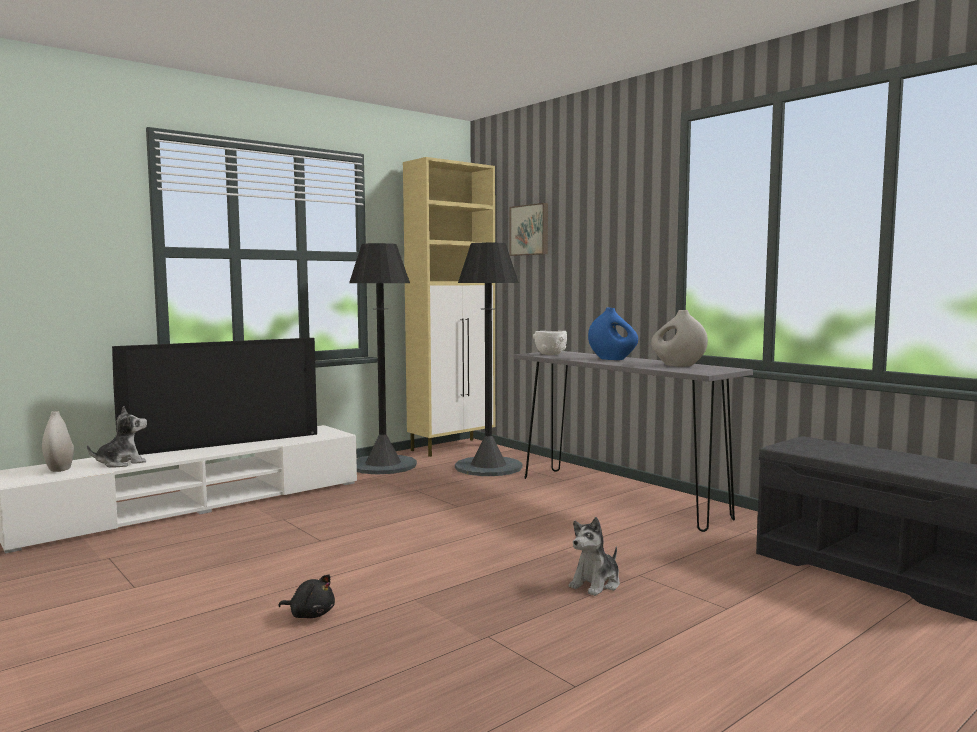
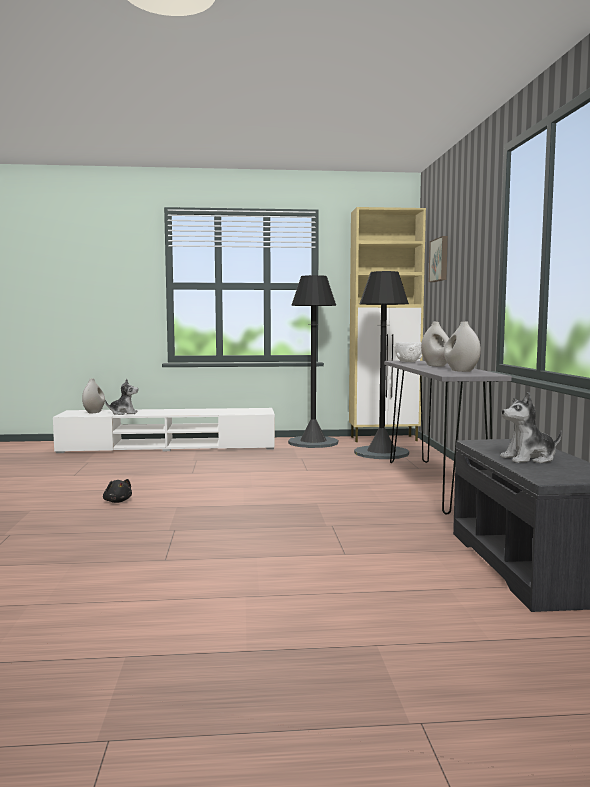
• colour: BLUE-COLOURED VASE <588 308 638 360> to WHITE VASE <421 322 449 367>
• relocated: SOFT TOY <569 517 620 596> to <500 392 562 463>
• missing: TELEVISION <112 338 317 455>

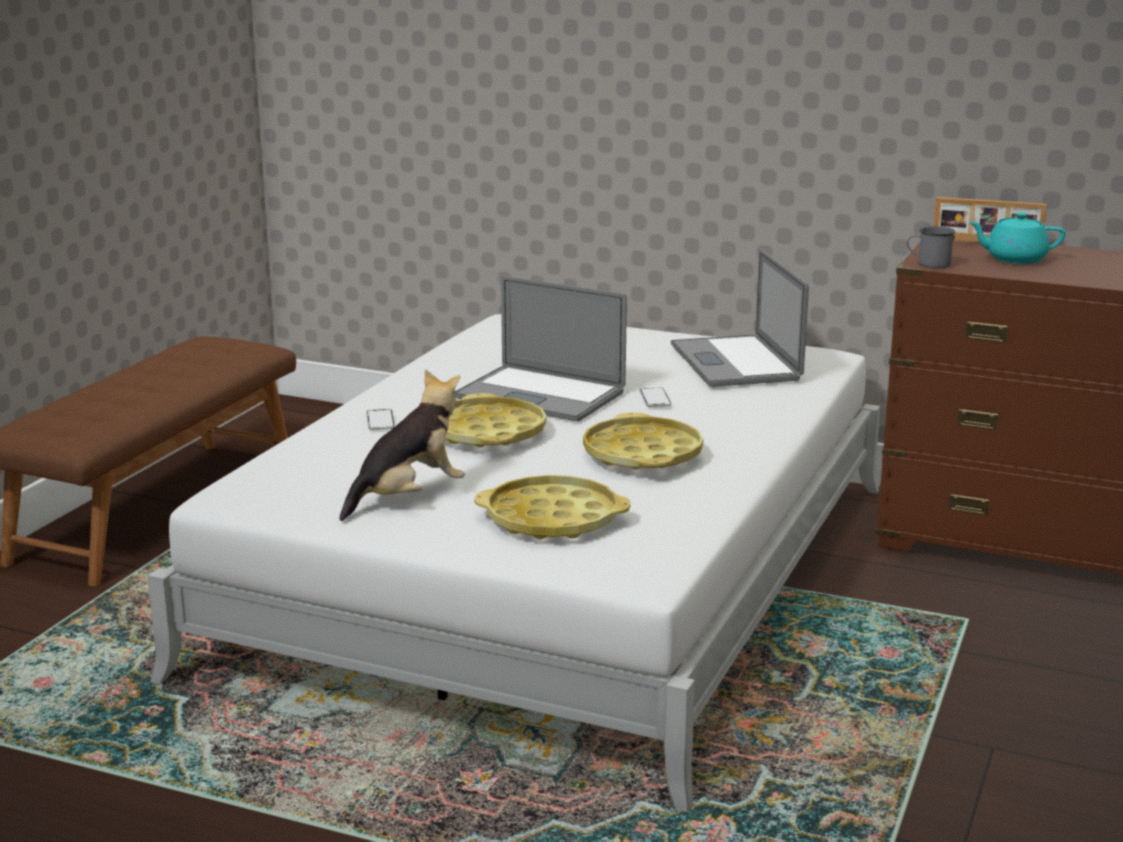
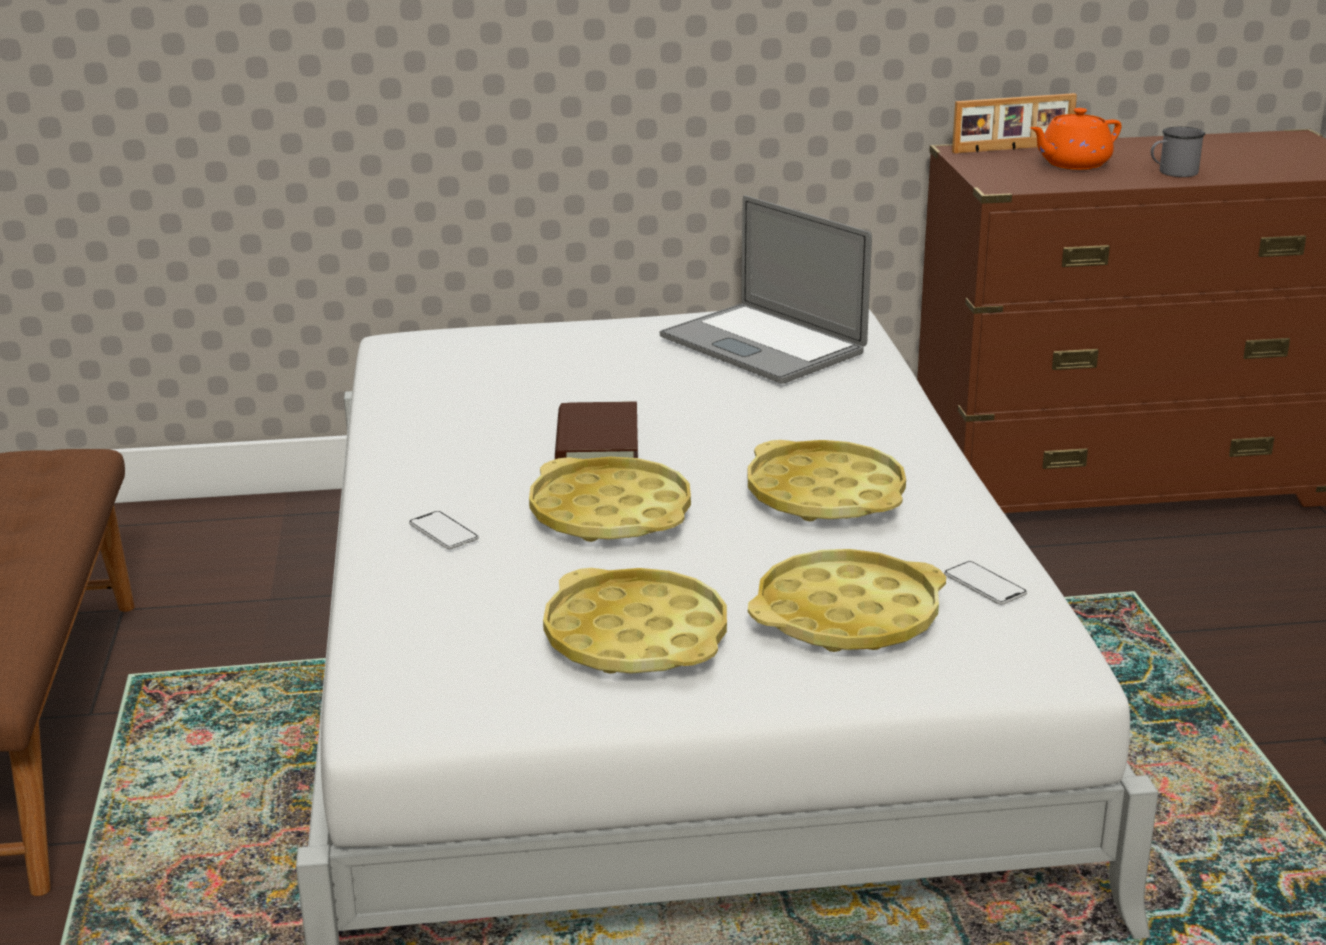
• exchanged: SOFT TOY <339 369 465 521> to YELLOW-COLOURED TRAY <543 568 727 674>
• exchanged: LAPTOP <455 276 627 422> to BROWN-COLOURED VOLUME <555 401 638 459>
• relocated: HANDSET <639 388 672 407> to <944 561 1027 605>
• colour: BLUE-GREEN TEA POT <968 212 1066 264> to ORANGE TEA POT <1030 108 1122 170>
• relocated: GRAY TEA MUG <907 226 955 268> to <1151 127 1205 177>

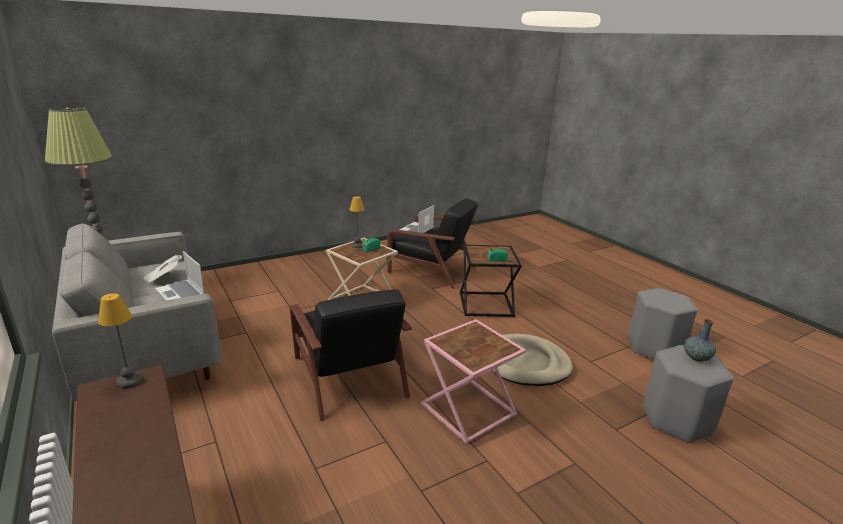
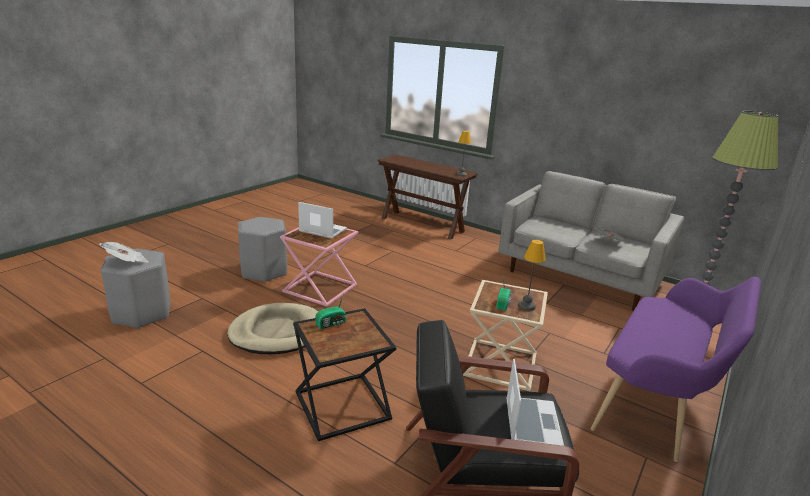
• exchanged: VASE <684 319 716 362> to NEWSPAPER <99 242 149 263>
• relocated: GRAY STOOL <628 288 698 360> to <238 217 287 283>
• relocated: LAPTOP <155 251 205 300> to <298 202 347 239>
• appeared: PURPLE-COLOURED BENCH <590 277 761 462>
• missing: BLACK ARMCHAIR <290 290 412 421>

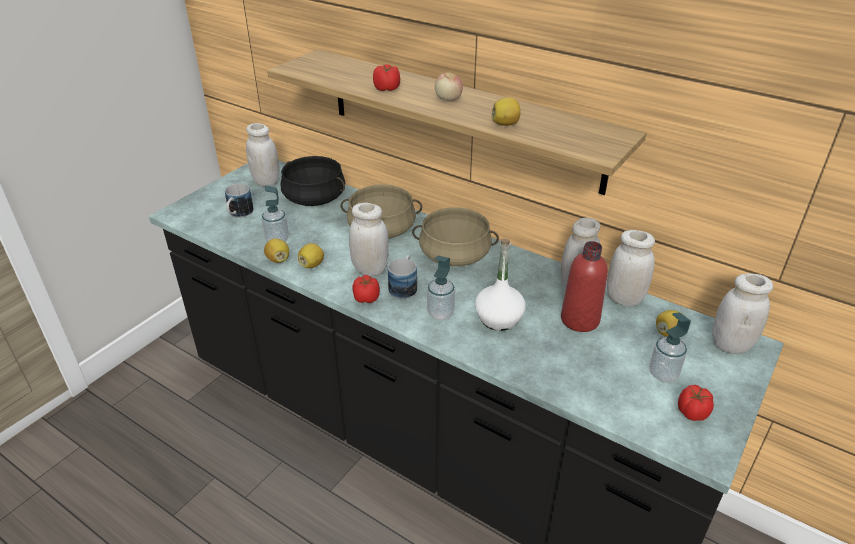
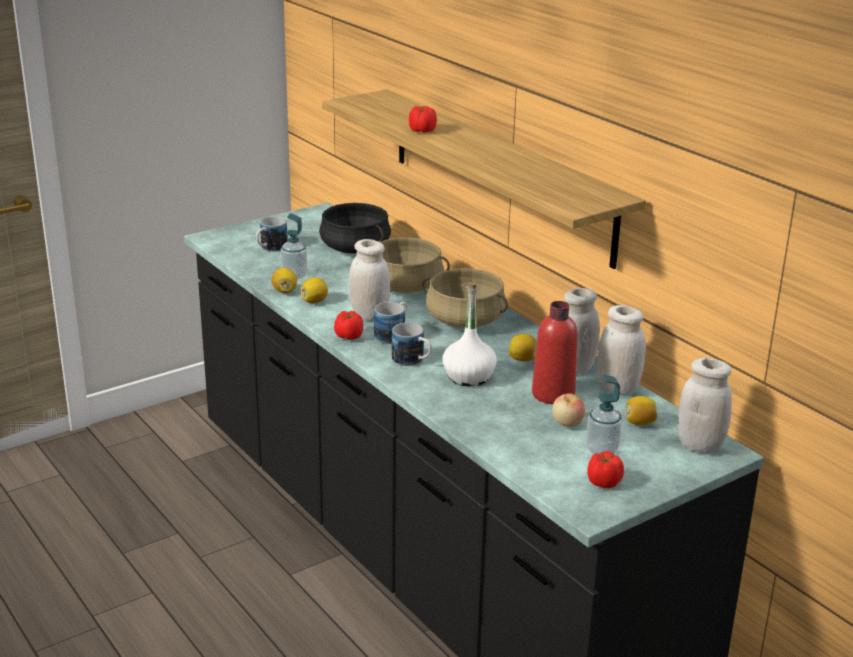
• exchanged: SOAP DISPENSER <427 256 455 320> to TEA MUG <392 323 432 366>
• relocated: LEMON <491 97 521 126> to <509 334 537 361>
• relocated: APPLE <435 72 463 101> to <552 393 585 427>
• missing: WHITE PRESERVE JAR <246 123 279 187>

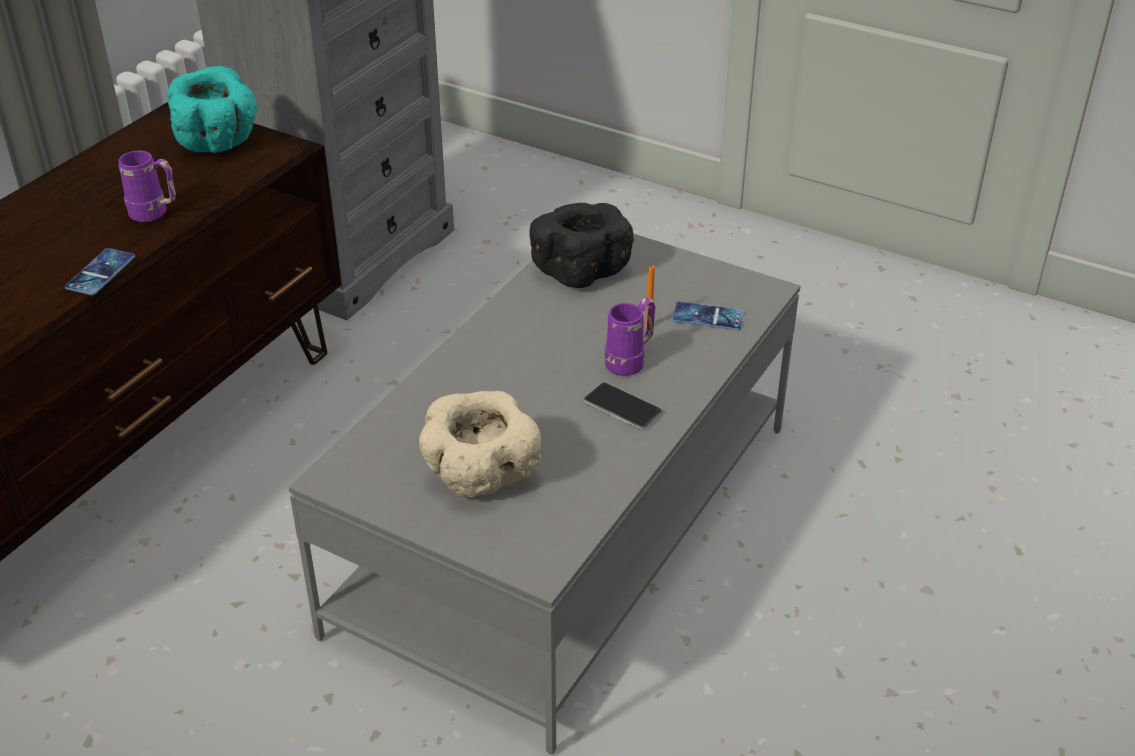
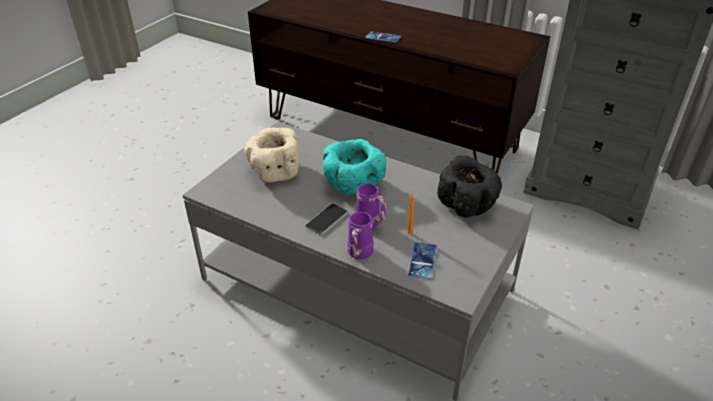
• relocated: BLUE-GREEN BOWL <168 66 257 153> to <322 139 386 195>
• relocated: PURPLE-COLOURED TEA MUG <119 150 176 222> to <347 212 374 259>

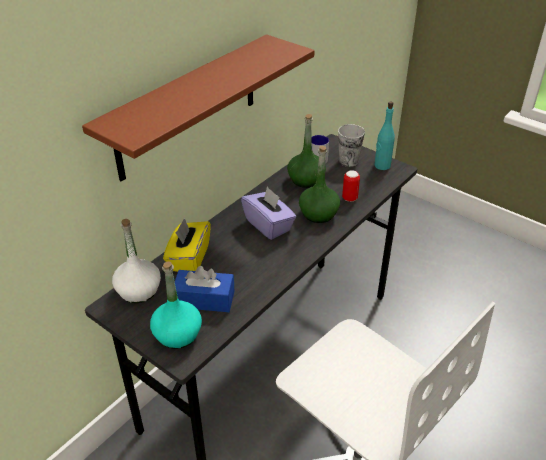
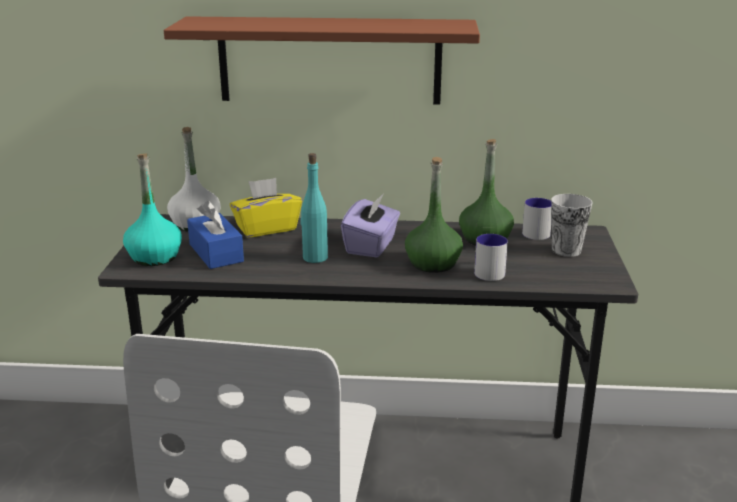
• relocated: BLUE-GREEN BOTTLE <374 101 395 170> to <300 153 328 263>
• exchanged: SEALED CAN <342 170 360 202> to TEA MUG <474 234 508 281>

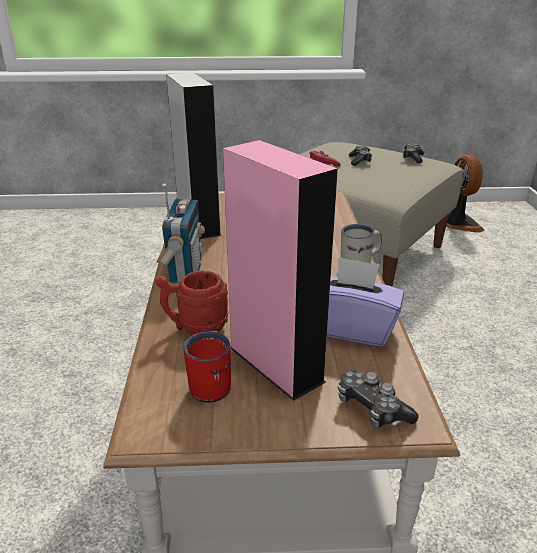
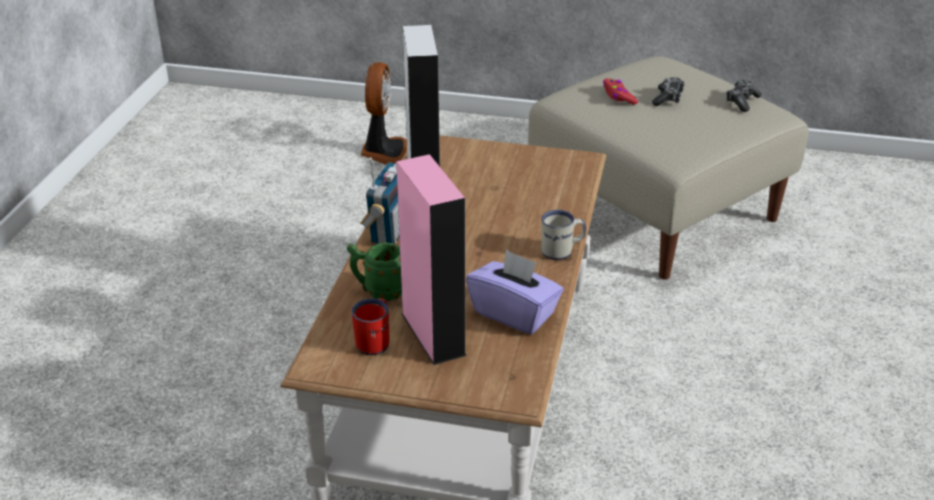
• colour: REDDISH TEA MUG <155 271 228 335> to GREENISH TEA MUG <347 242 402 301>
• relocated: COOLING FAN <446 154 484 232> to <361 62 407 165>
• missing: JOYPAD <338 370 418 428>

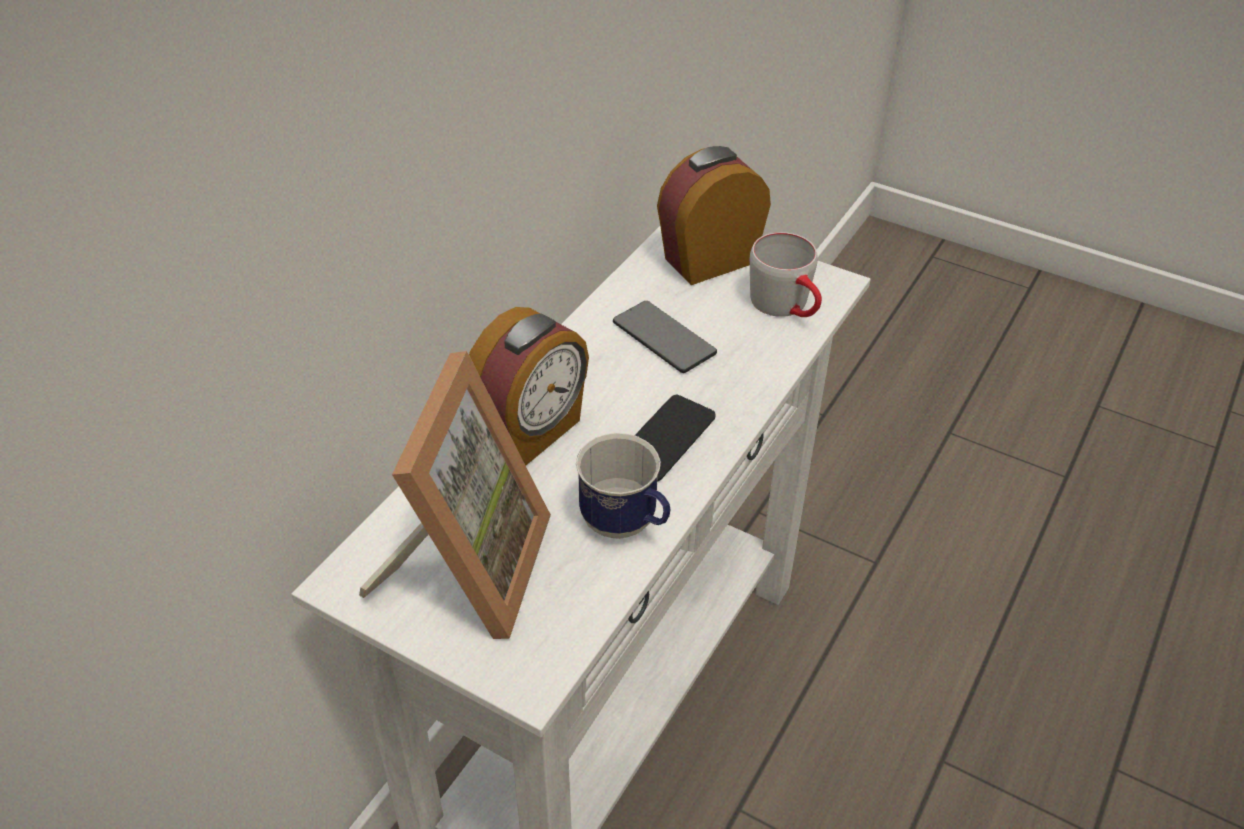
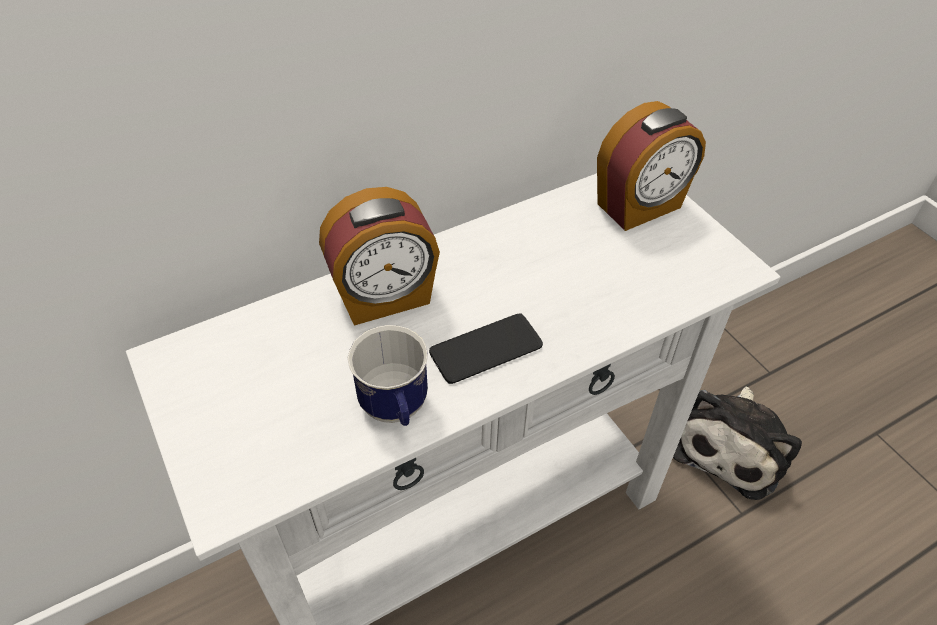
• spun: BEDSIDE CLOCK <657 146 771 285> = <597 101 706 231> 150 degrees clockwise
• appeared: SOFT TOY <673 387 802 500>
• missing: STANDING FRAME <359 351 551 639>
• missing: HANDSET <613 301 717 373>
• missing: GRAY TEA MUG <750 232 822 317>

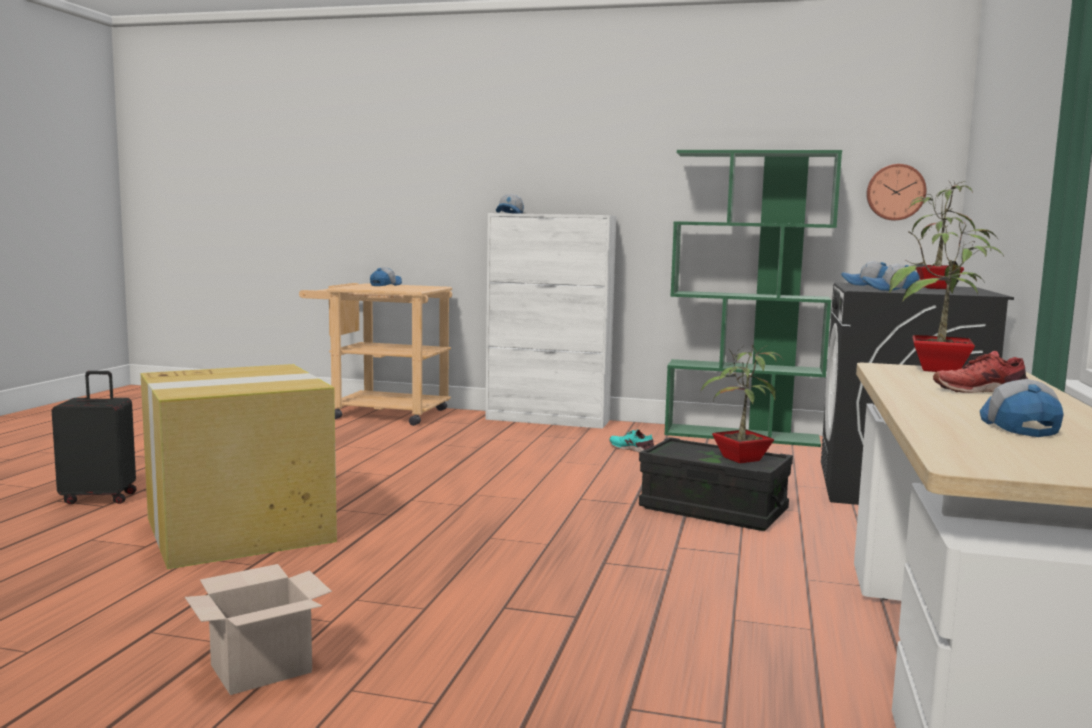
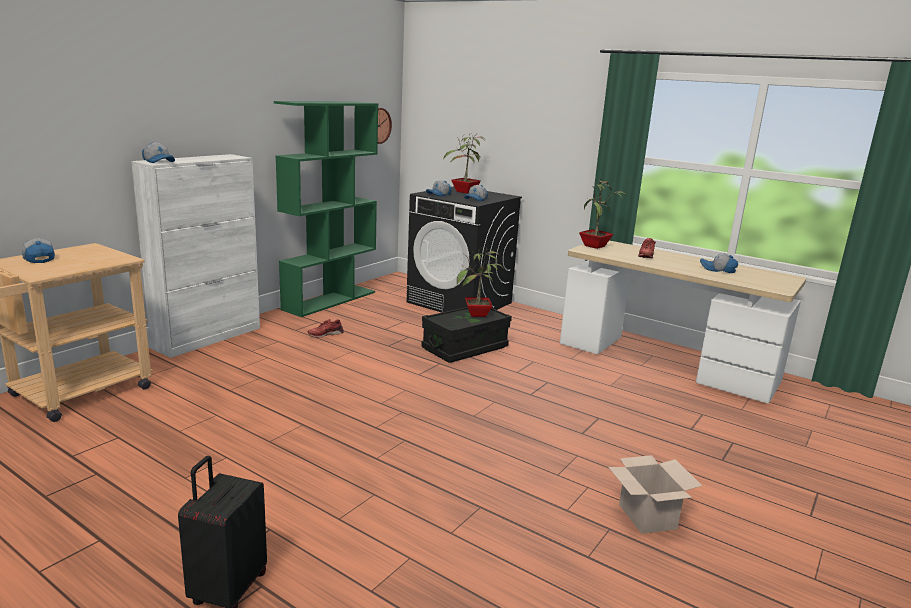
• colour: BLUE-GREEN LOW SHOE <609 429 654 452> to REDDISH LOW SHOE <308 319 344 338>
• missing: CARDBOARD BOX <141 364 337 569>

